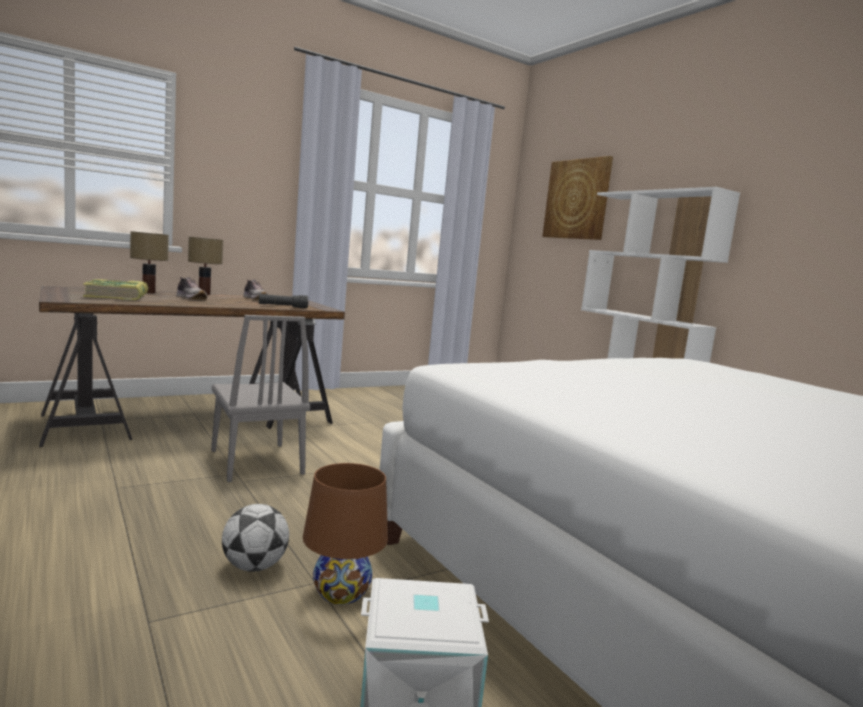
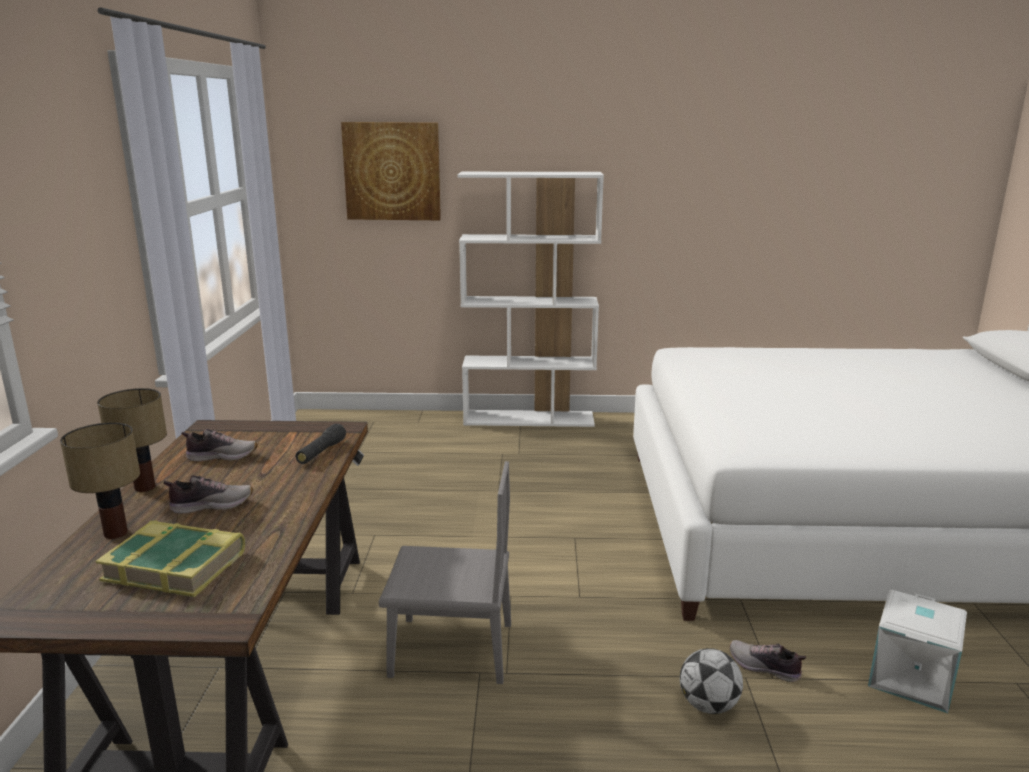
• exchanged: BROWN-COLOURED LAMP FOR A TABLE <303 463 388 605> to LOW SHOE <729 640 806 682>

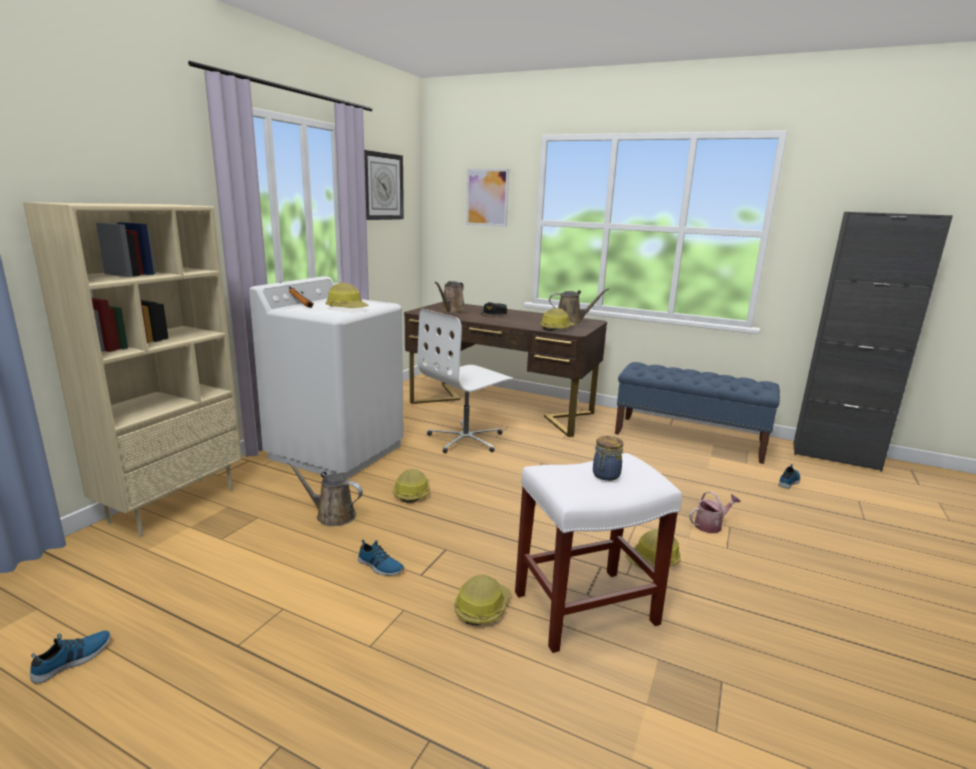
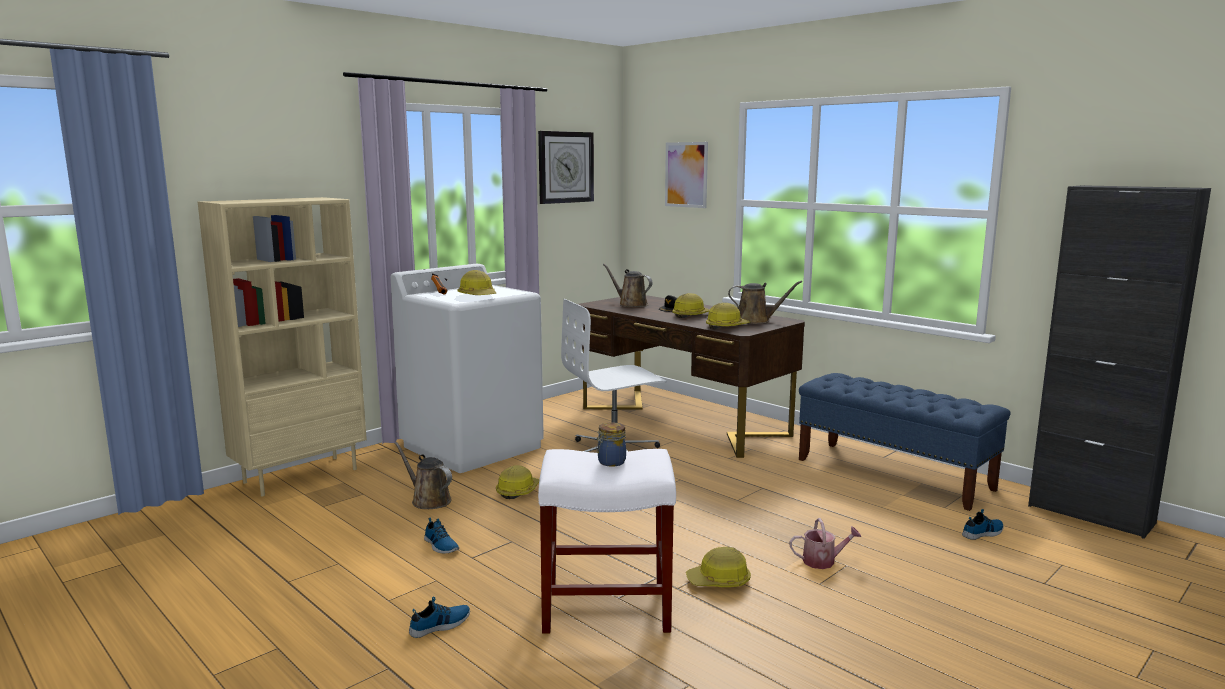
• relocated: LOW SHOE <30 631 111 684> to <409 597 470 638>
• spun: BROWN-COLOURED WATERING CAN <435 281 466 313> = <603 264 653 307> 90 degrees clockwise
• relocated: WORK HELMET <454 575 511 625> to <672 293 710 318>

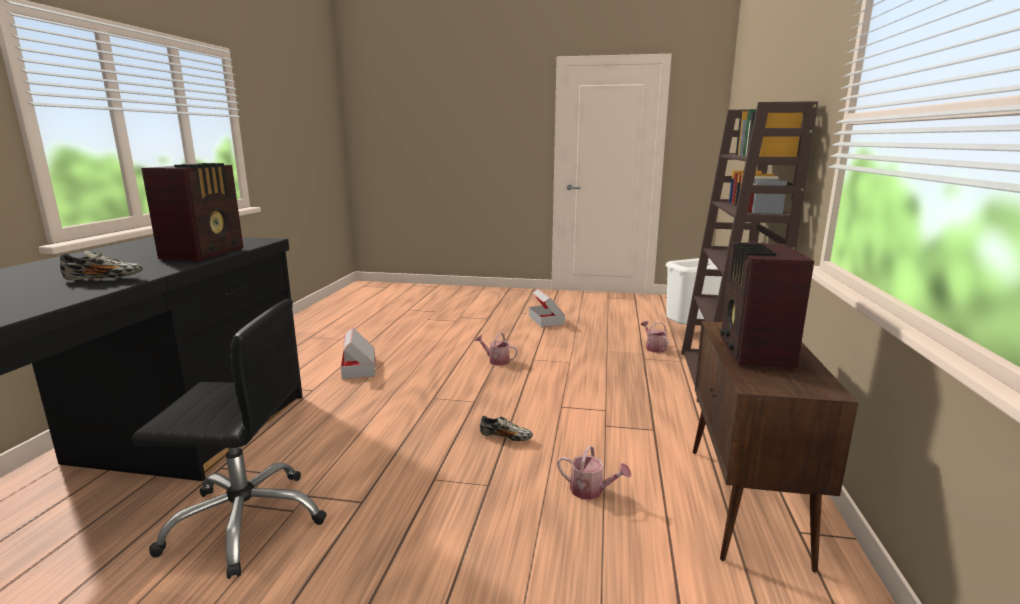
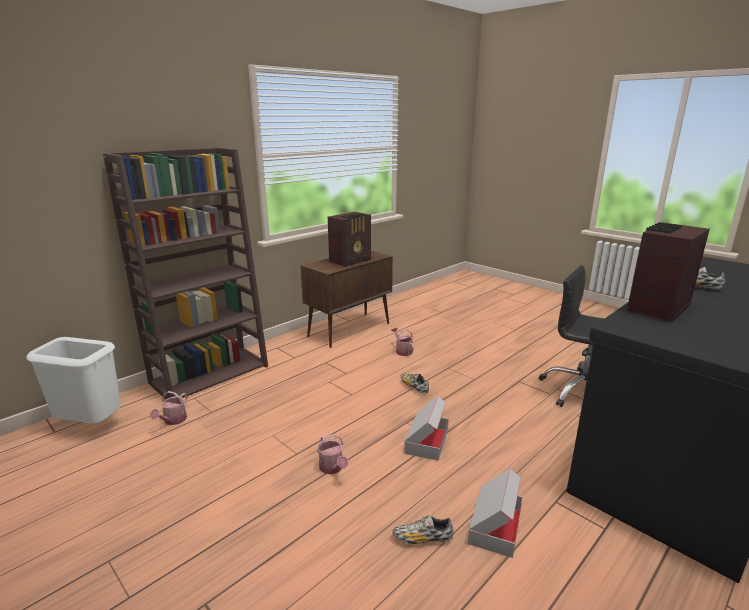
• appeared: LOW SHOE <393 515 454 545>
• relocated: CARDBOARD BOX <529 289 565 327> to <404 396 449 461>

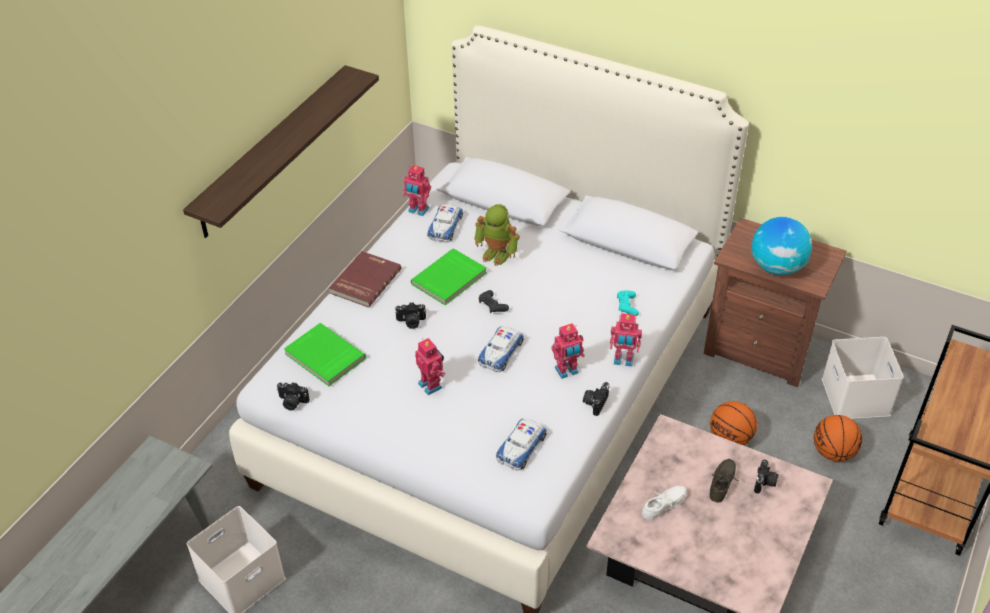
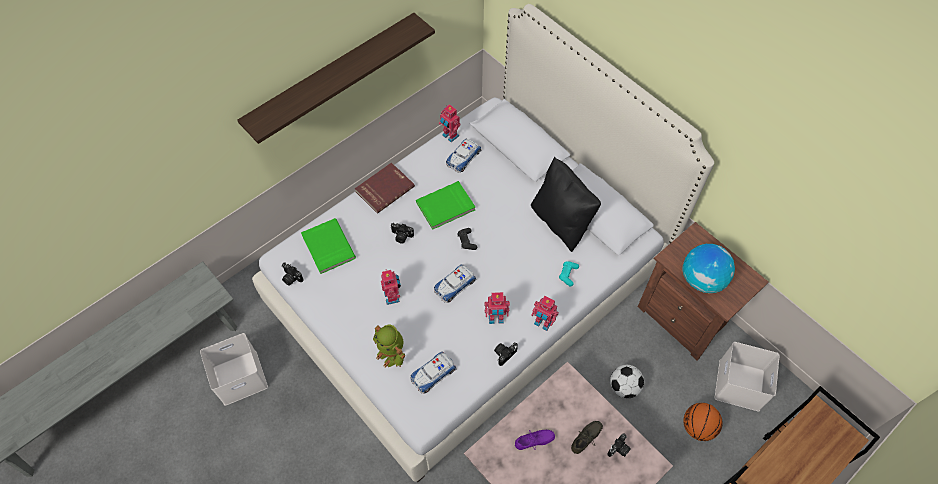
• relocated: TOY ROBOT <474 204 520 266> to <373 325 405 367>
• colour: WHITE LOW SHOE <642 486 687 520> to PURPLE-COLOURED LOW SHOE <515 430 555 450>
• appeared: BLACK THROW PILLOW <531 157 601 252>
• exchanged: BALL FOR BASKETBALL <710 401 757 446> to FOOTBALL <610 365 644 398>

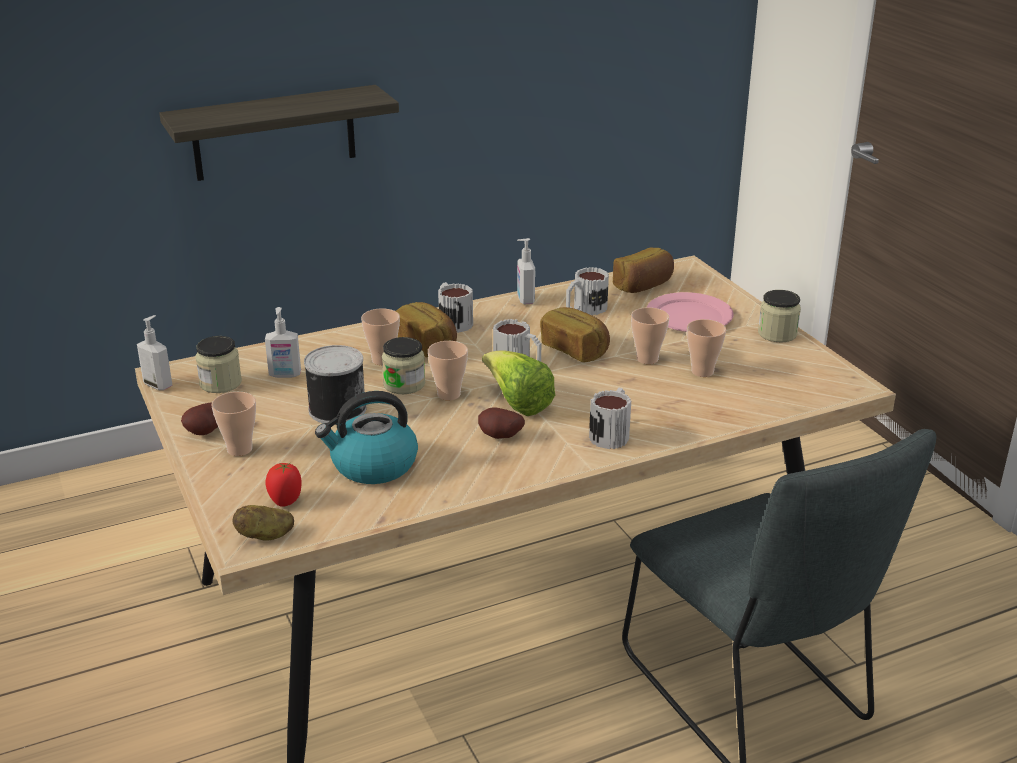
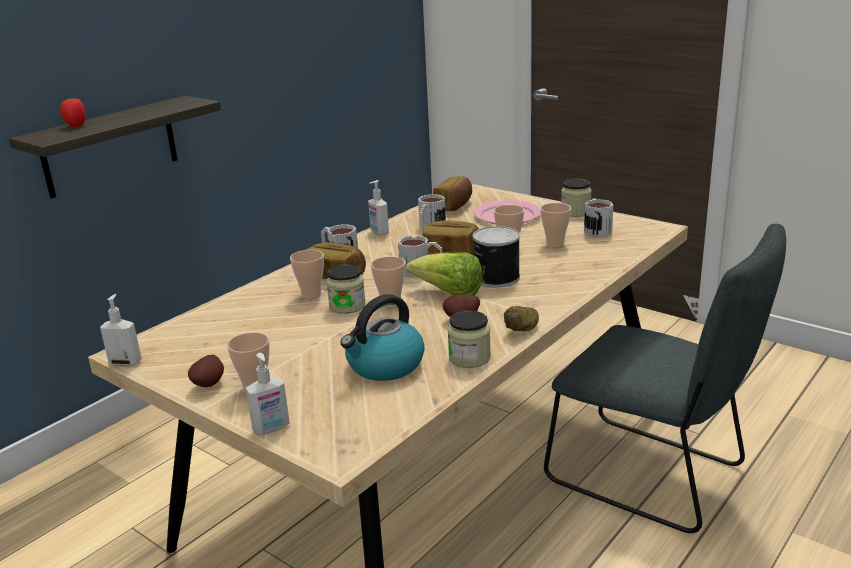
• relocated: TOMATO <265 462 301 507> to <60 97 86 127>
• relocated: SOAP DISPENSER <265 307 301 378> to <246 353 290 434>
• relocated: PRESERVE JAR <195 336 242 393> to <448 310 491 368>
• relocated: SEALED CAN <304 345 366 425> to <473 226 520 288>
• relocated: SPUD <233 505 294 541> to <504 306 539 331>
• relocated: TEA MUG <589 388 631 449> to <584 198 613 238>

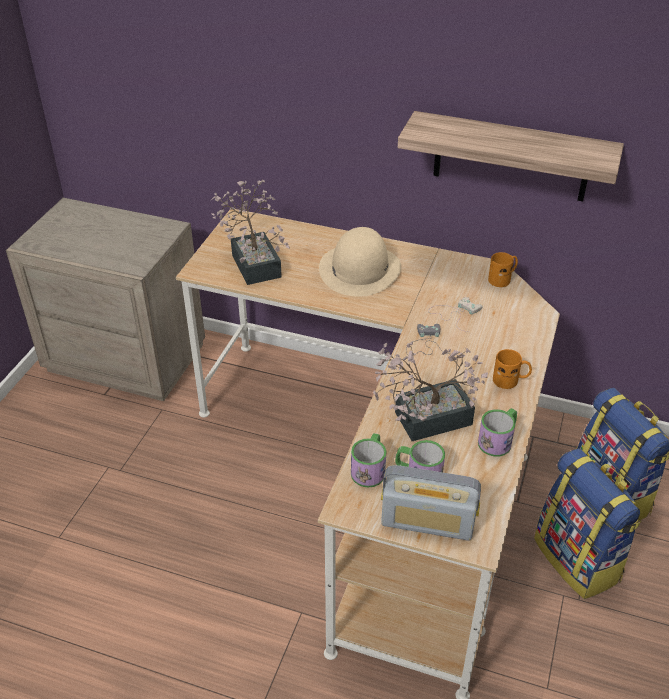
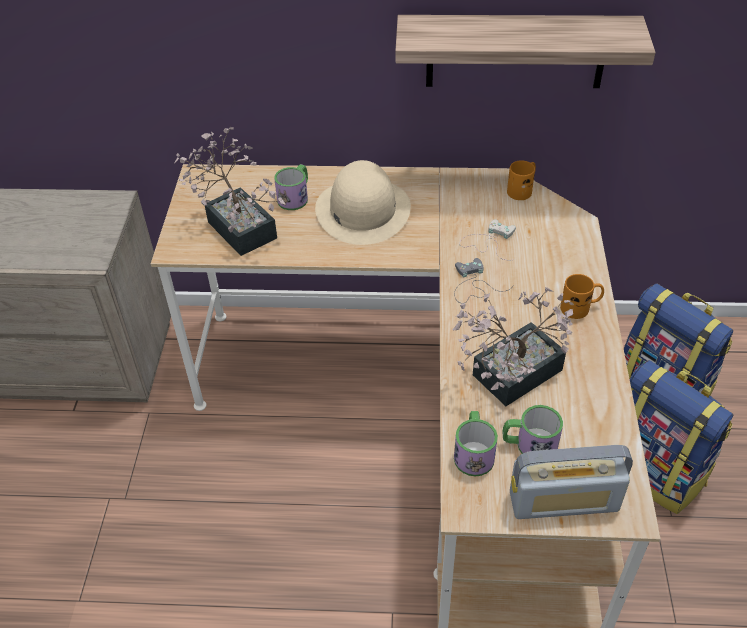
• relocated: TEA MUG <478 408 517 457> to <274 164 308 210>

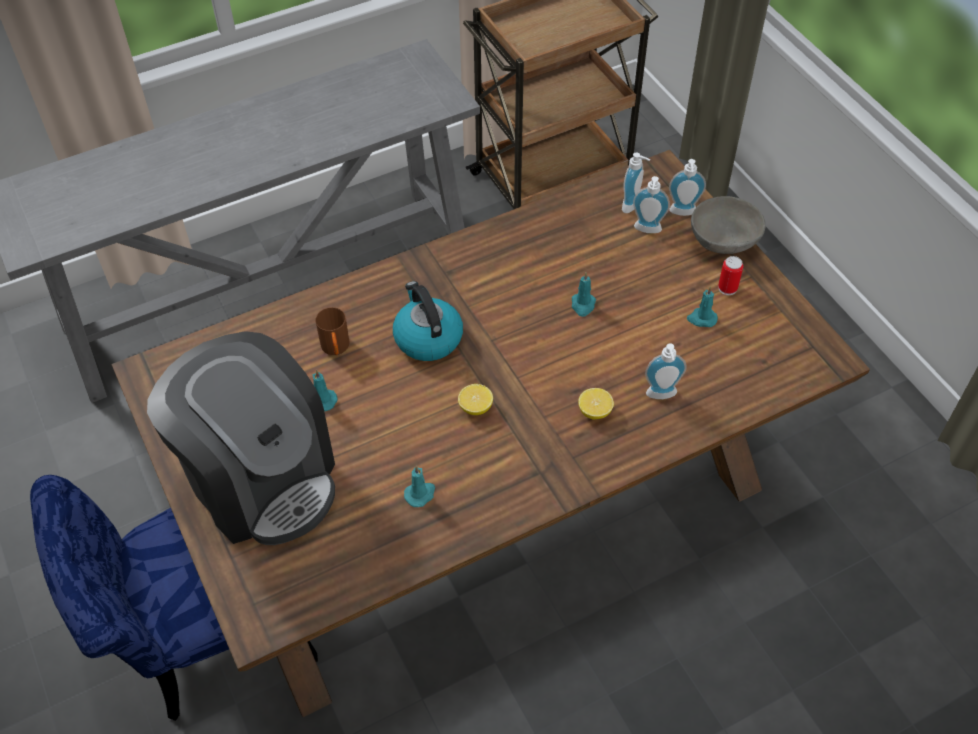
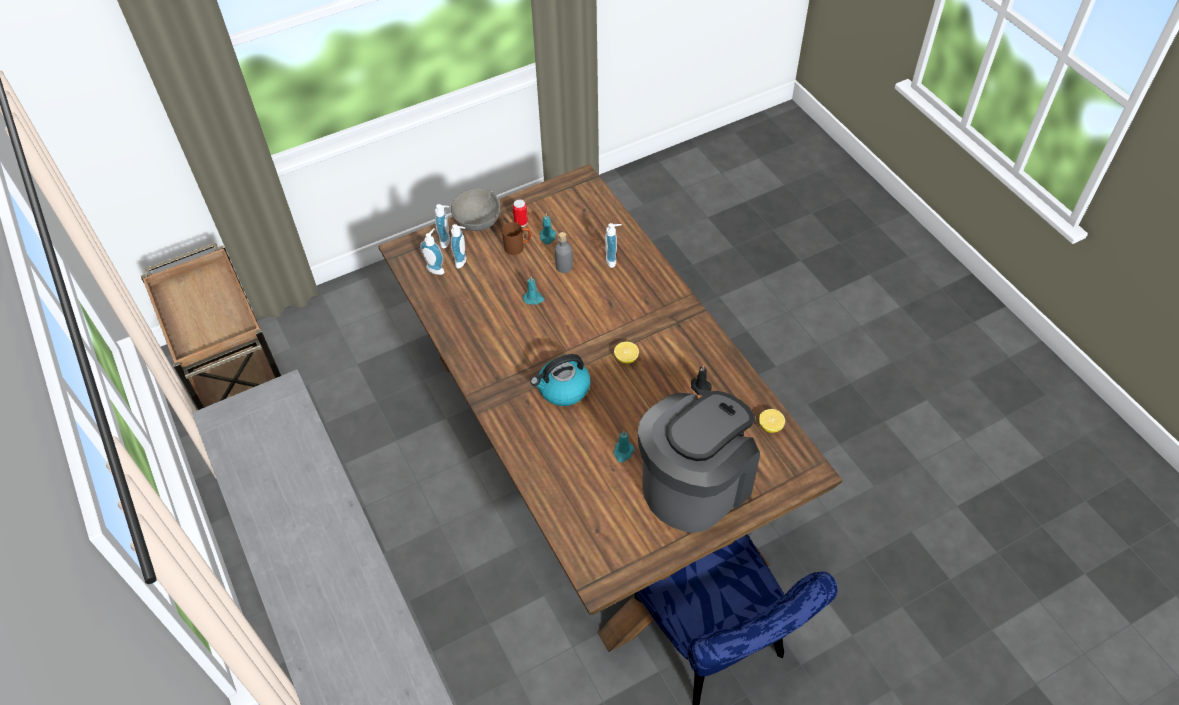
• relocated: BROWN-COLOURED TEA MUG <315 307 349 355> to <502 222 531 255>
• appeared: GRAY BOTTLE <555 232 573 273>
• colour: BLUE-GREEN WAX CANDLE <404 466 435 507> to BLACK WAX CANDLE <691 365 712 395>
• relocated: LEMON <578 388 614 419> to <759 409 785 433>

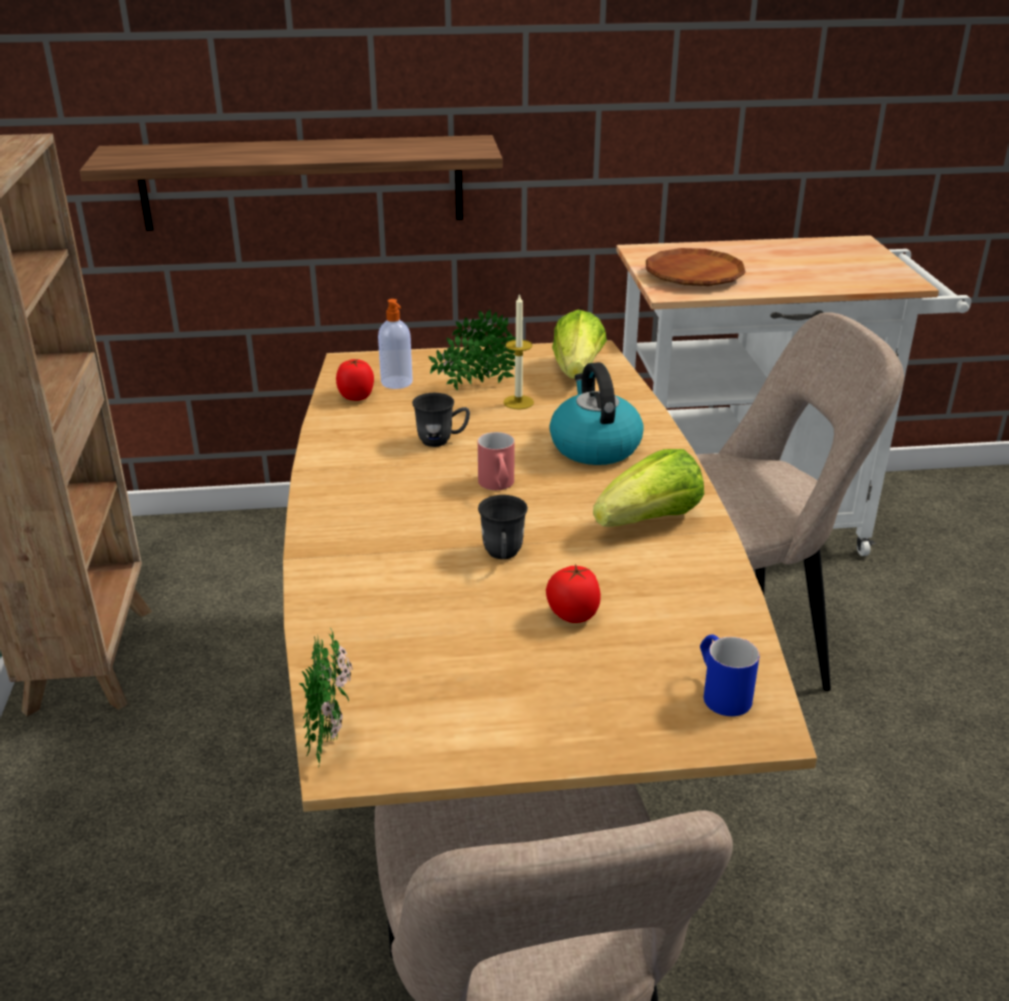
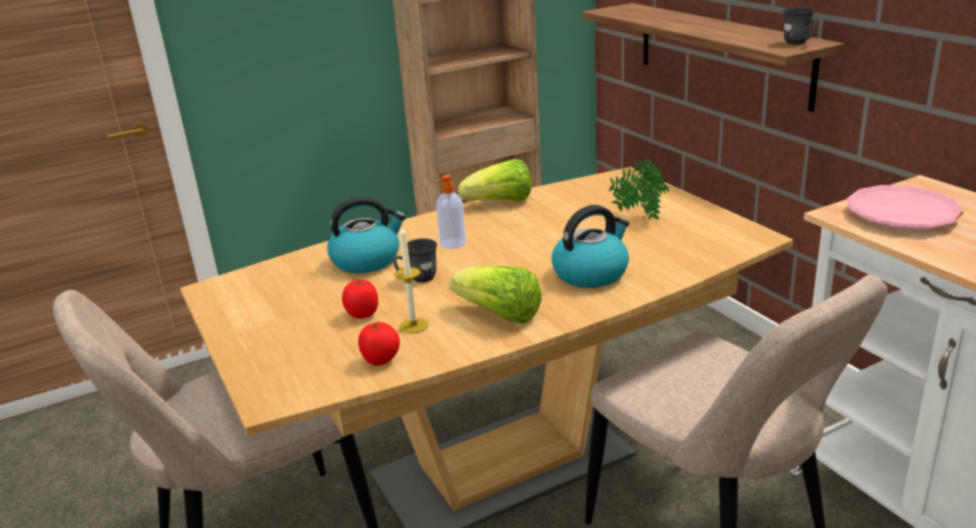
• appeared: WATER KETTLE <327 197 406 273>
• relocated: TOMATO <336 359 374 401> to <358 322 400 366>
• relocated: WAX CANDLE <503 293 534 410> to <395 226 429 334>
• relocated: SOAP DISPENSER <378 299 413 389> to <435 175 466 249>
• relocated: LETTUCE HEAD <552 310 607 379> to <458 159 531 201>
• relocated: GRAY TEA MUG <412 393 470 447> to <783 7 817 44>
• colour: BROWN-COLOURED FLAT DISH <646 248 746 286> to PINKISH FLAT DISH <846 185 963 229>
• missing: HOUSEPLANT <299 627 353 769>
• missing: REDDISH TEA MUG <478 432 515 490>
• missing: BLUE-COLOURED TEA MUG <700 634 760 716>

